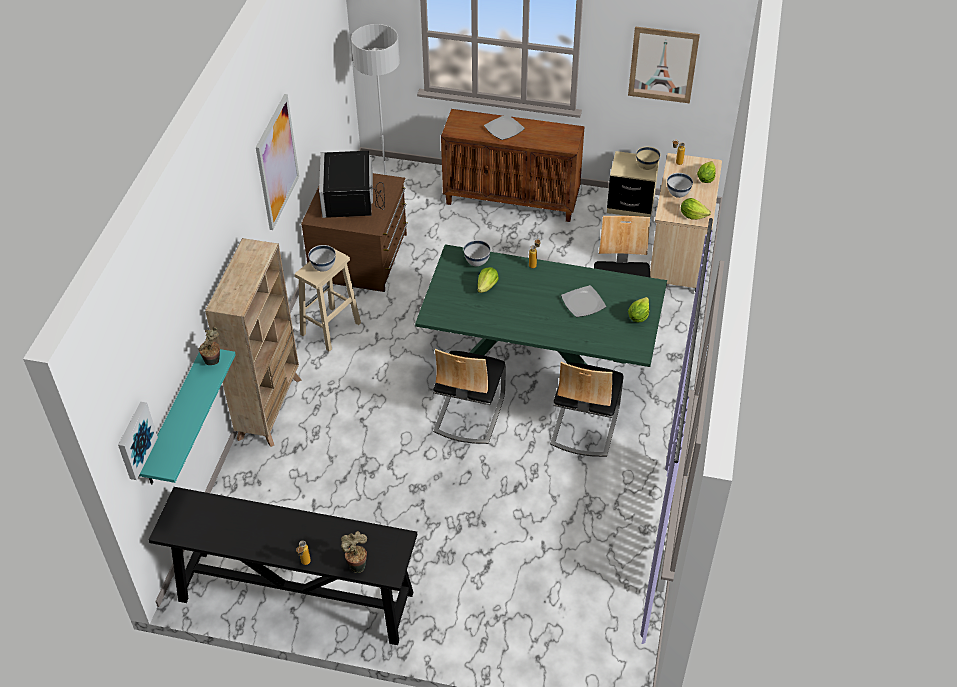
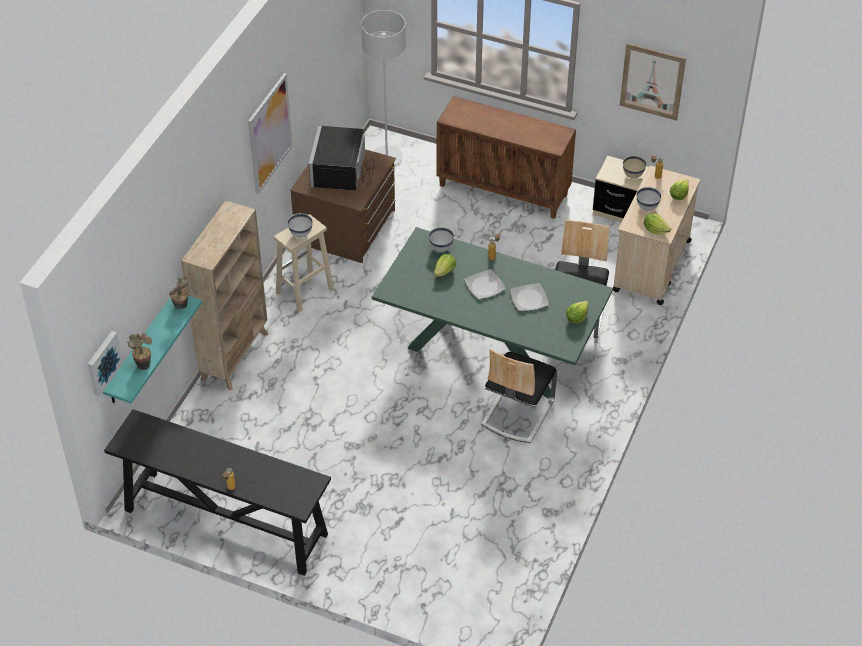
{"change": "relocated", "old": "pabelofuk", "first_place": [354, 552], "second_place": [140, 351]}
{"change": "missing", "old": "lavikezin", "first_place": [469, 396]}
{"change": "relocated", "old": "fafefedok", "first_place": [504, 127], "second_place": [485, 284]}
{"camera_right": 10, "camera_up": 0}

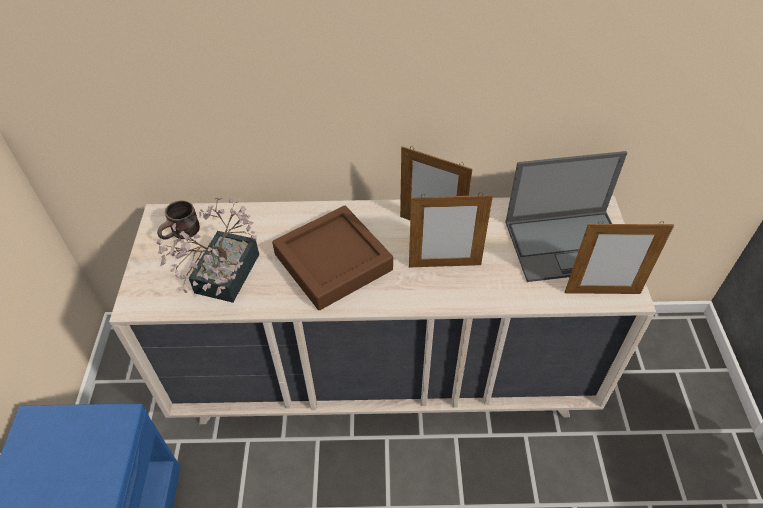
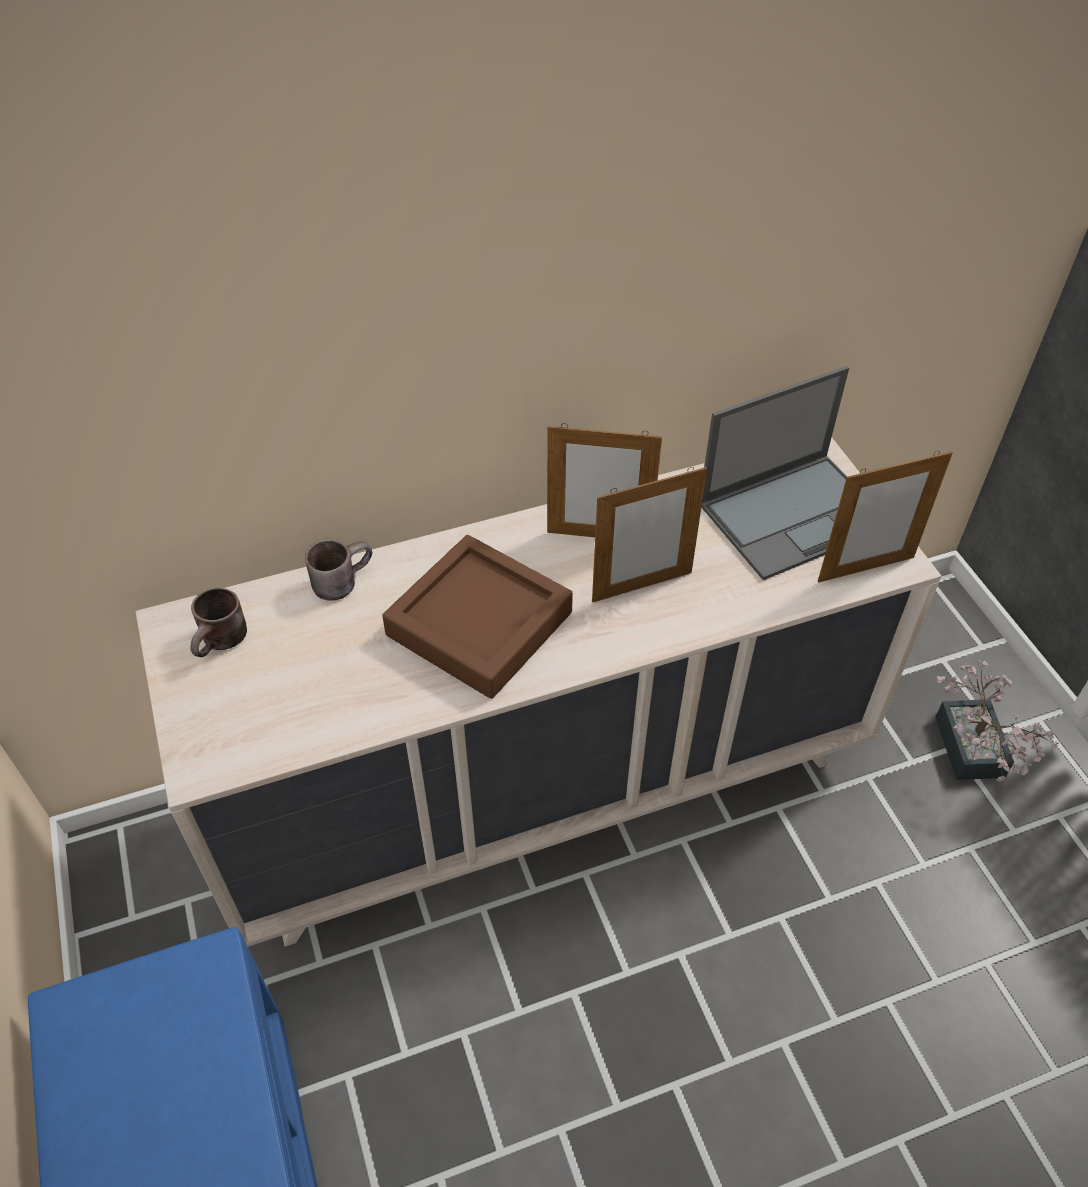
{"change": "relocated", "old": "pabelofuk", "first_place": [208, 250], "second_place": [997, 721]}
{"change": "appeared", "new": "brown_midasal", "second_place": [338, 570]}
{"camera_right": -20, "camera_up": 0}

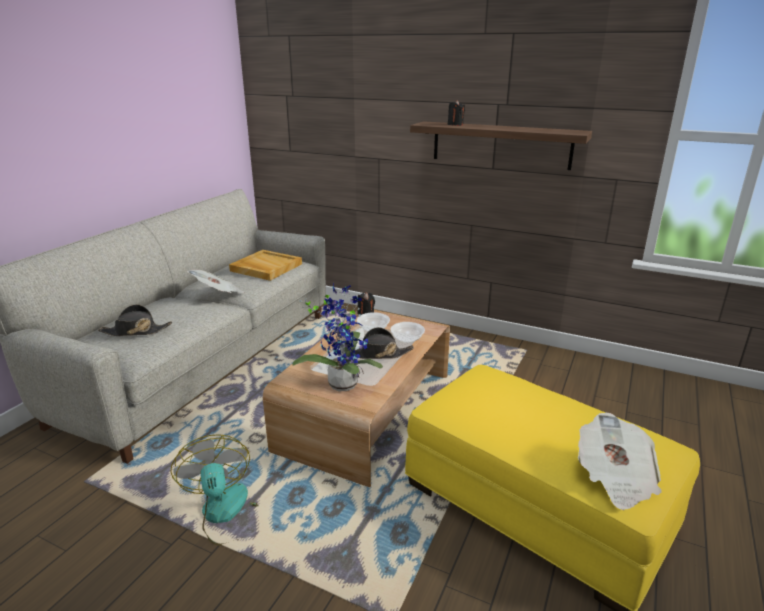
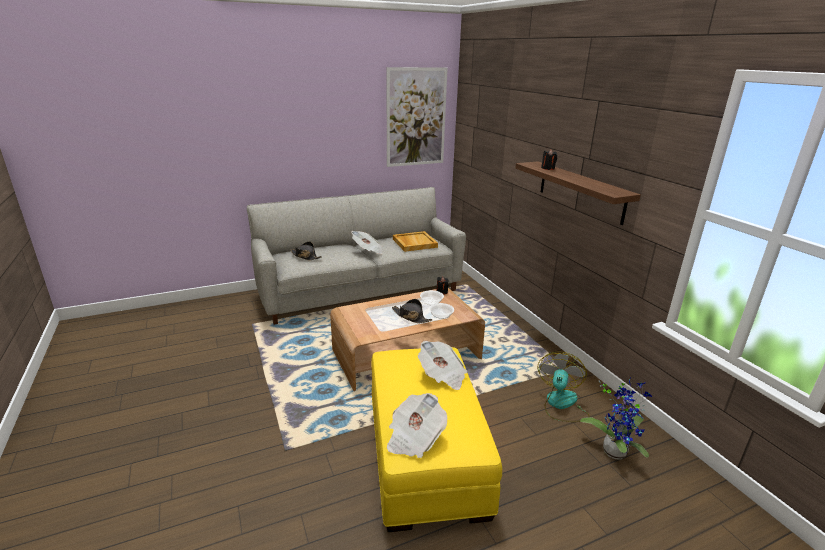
{"change": "relocated", "old": "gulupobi", "first_place": [214, 490], "second_place": [563, 387]}
{"change": "relocated", "old": "pabelofuk", "first_place": [337, 337], "second_place": [616, 418]}
{"change": "appeared", "new": "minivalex", "second_place": [416, 117]}
{"change": "appeared", "new": "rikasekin", "second_place": [442, 365]}
{"camera_right": 40, "camera_up": 0}

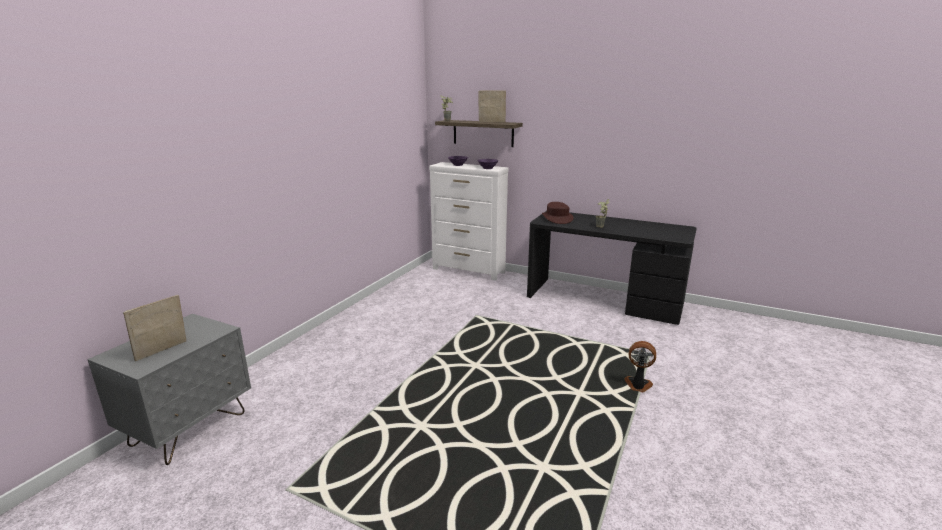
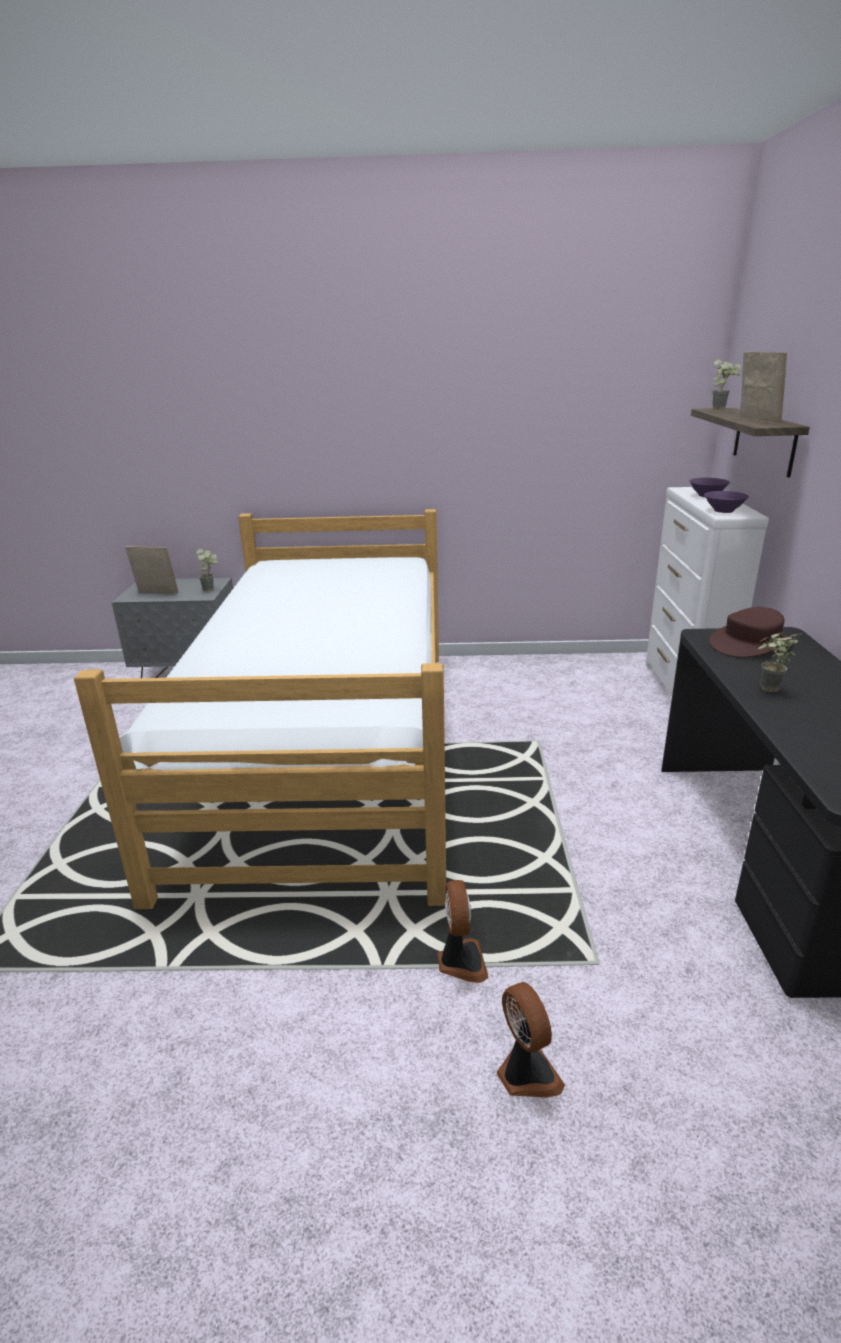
{"change": "appeared", "new": "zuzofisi", "second_place": [260, 709]}
{"change": "appeared", "new": "pabelofuk", "second_place": [207, 570]}
{"change": "appeared", "new": "gulupobi", "second_place": [531, 1039]}
{"camera_right": 65, "camera_up": 5}

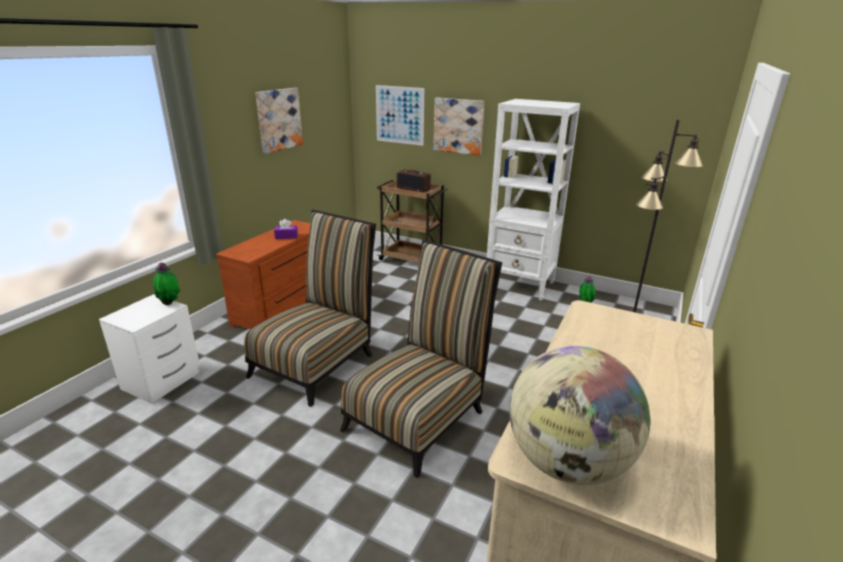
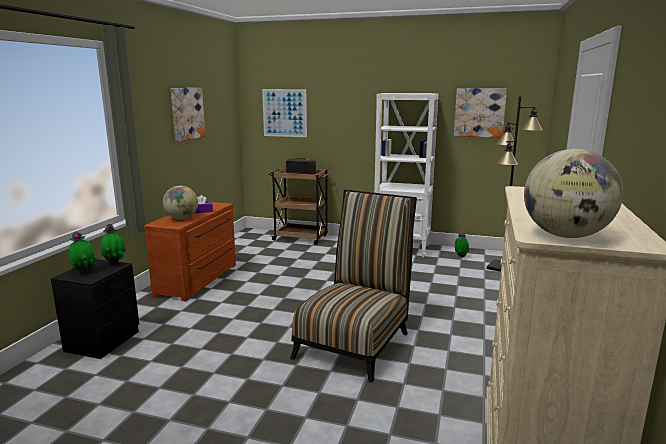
{"change": "colour", "old": "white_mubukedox", "new": "black_mubukedox", "first_place": [149, 349], "second_place": [95, 309]}
{"change": "missing", "old": "lavikezin", "first_place": [310, 308]}
{"change": "relocated", "old": "minivalex", "first_place": [458, 127], "second_place": [480, 113]}
{"change": "appeared", "new": "pabelofuk", "second_place": [83, 252]}
{"change": "appeared", "new": "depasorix", "second_place": [180, 202]}
{"camera_right": -10, "camera_up": -10}

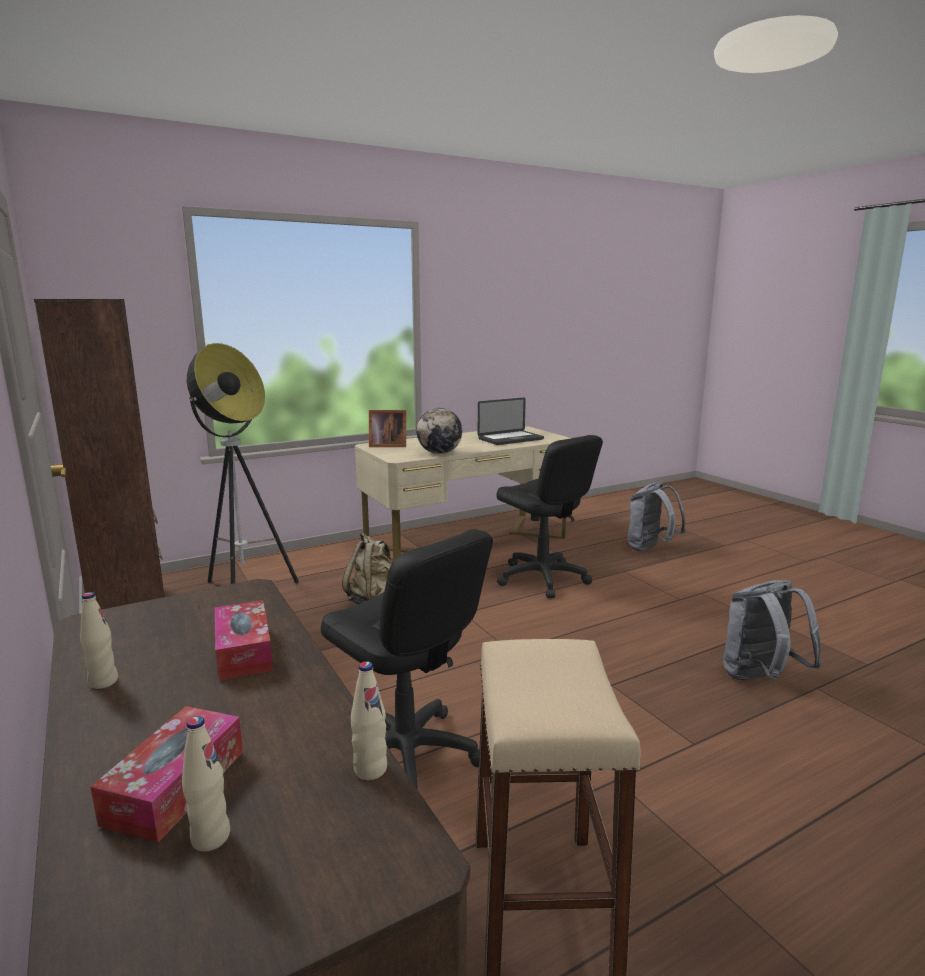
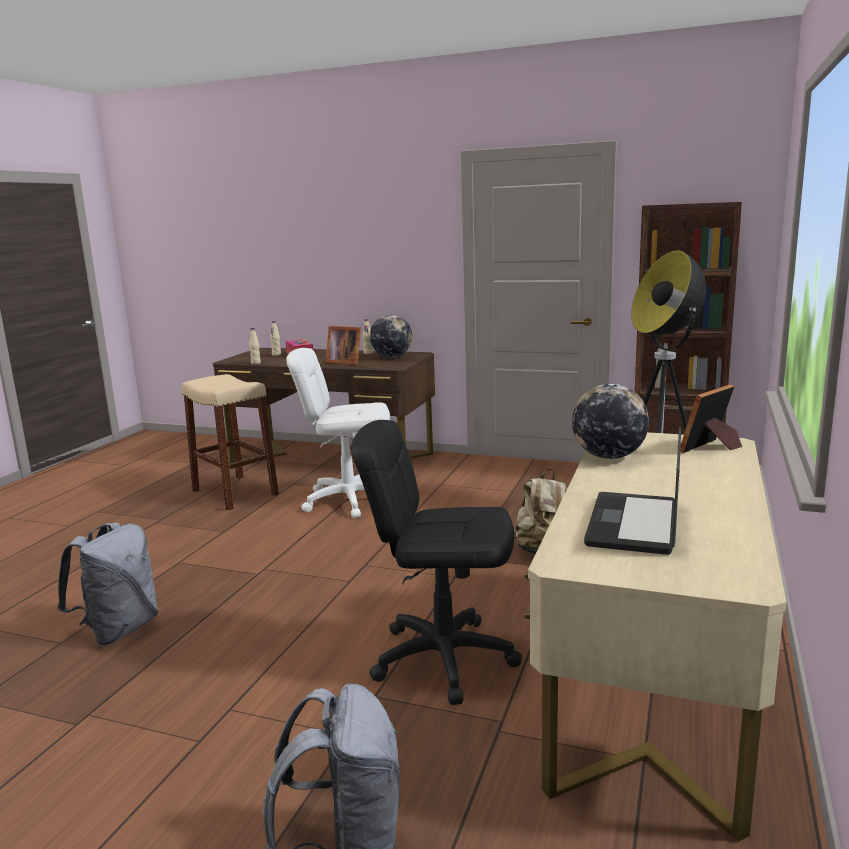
{"change": "exchanged", "old": "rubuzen", "new": "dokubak", "first_place": [244, 640], "second_place": [343, 345]}
{"change": "colour", "old": "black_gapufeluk", "new": "white_gapufeluk", "first_place": [407, 659], "second_place": [338, 433]}
{"change": "appeared", "new": "depasorix", "second_place": [391, 336]}
{"camera_right": 140, "camera_up": 0}

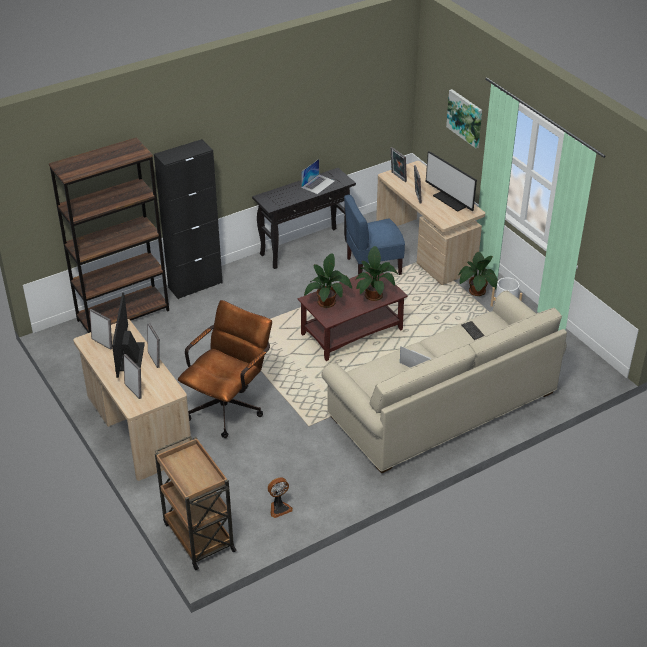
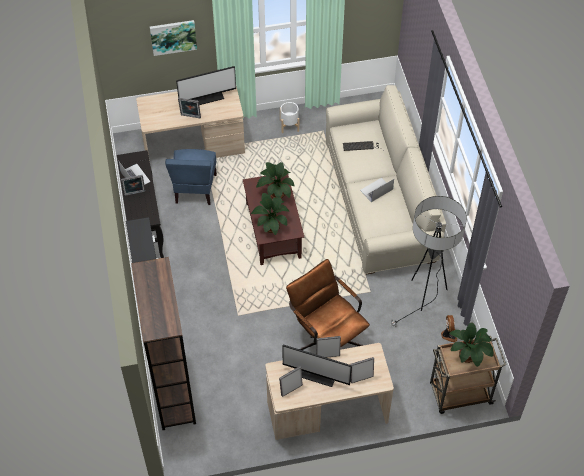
{"change": "relocated", "old": "dokubak", "first_place": [398, 164], "second_place": [133, 185]}
{"change": "relocated", "old": "pabelofuk", "first_place": [478, 274], "second_place": [471, 344]}
{"change": "appeared", "new": "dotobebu", "second_place": [428, 262]}
{"camera_right": -70, "camera_up": 15}

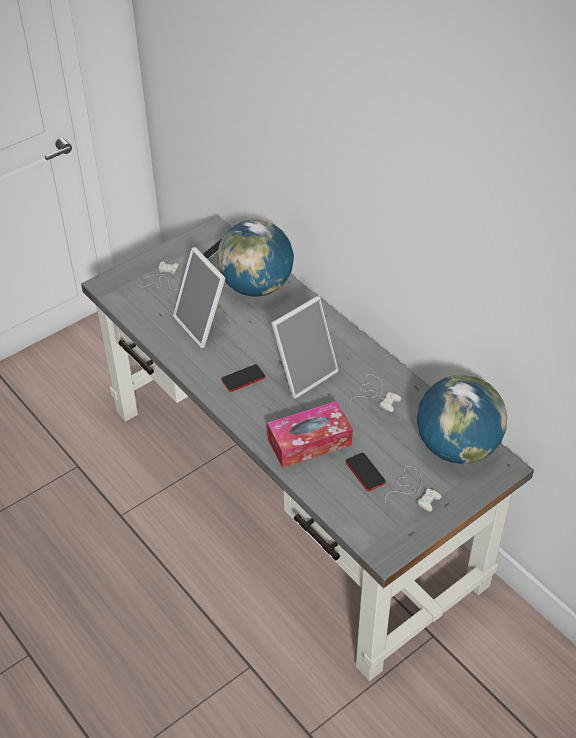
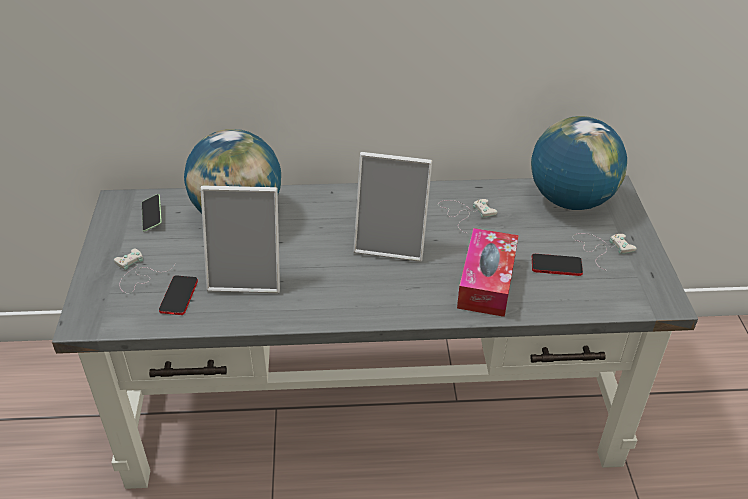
{"change": "relocated", "old": "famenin", "first_place": [243, 378], "second_place": [178, 295]}
{"change": "spun", "old": "dokubak", "first_place": [305, 347], "second_place": [392, 207], "degrees": 105}
{"camera_right": -55, "camera_up": -5}

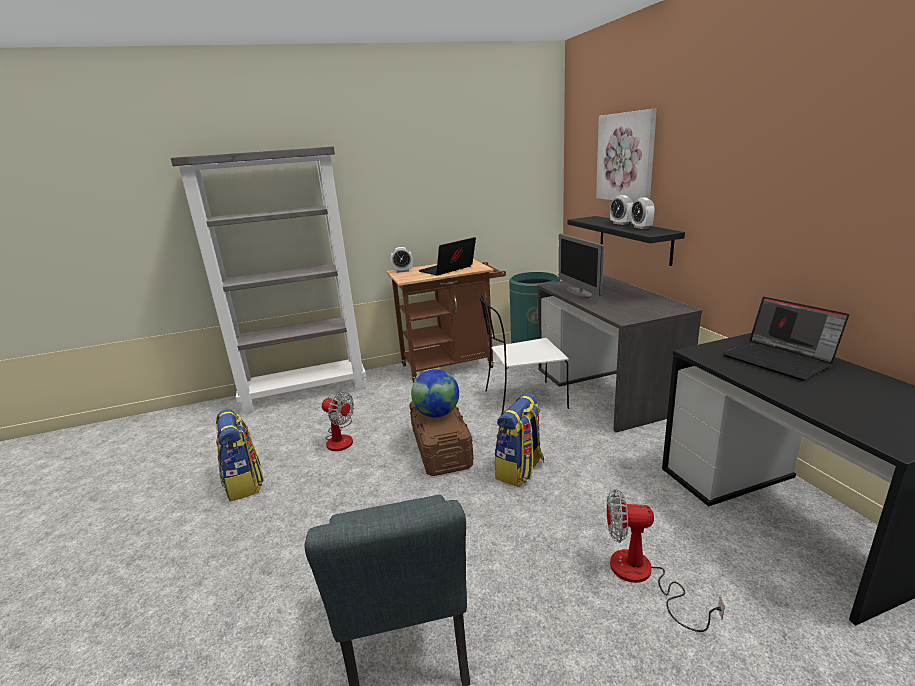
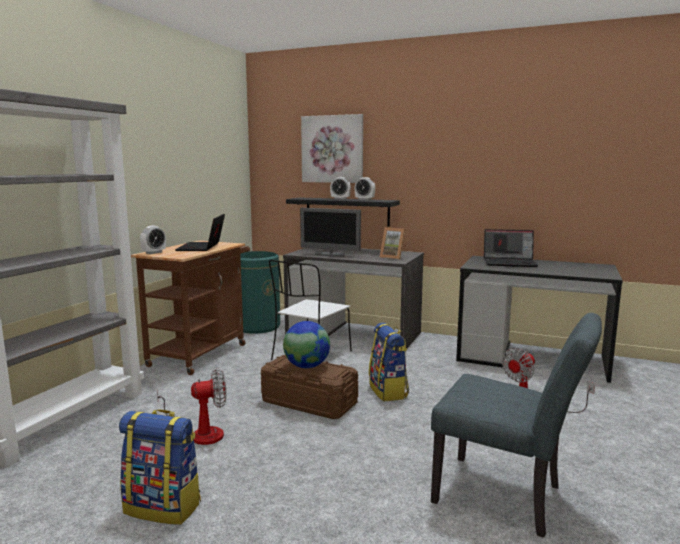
{"change": "appeared", "new": "dokubak", "second_place": [392, 243]}
{"camera_right": -50, "camera_up": -10}

